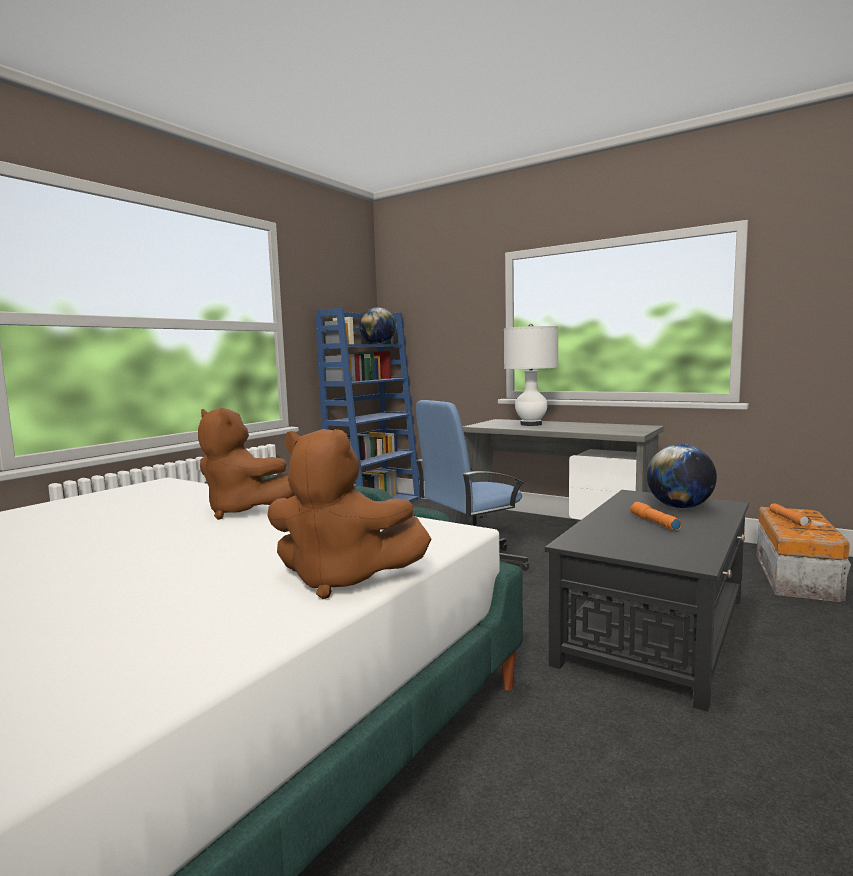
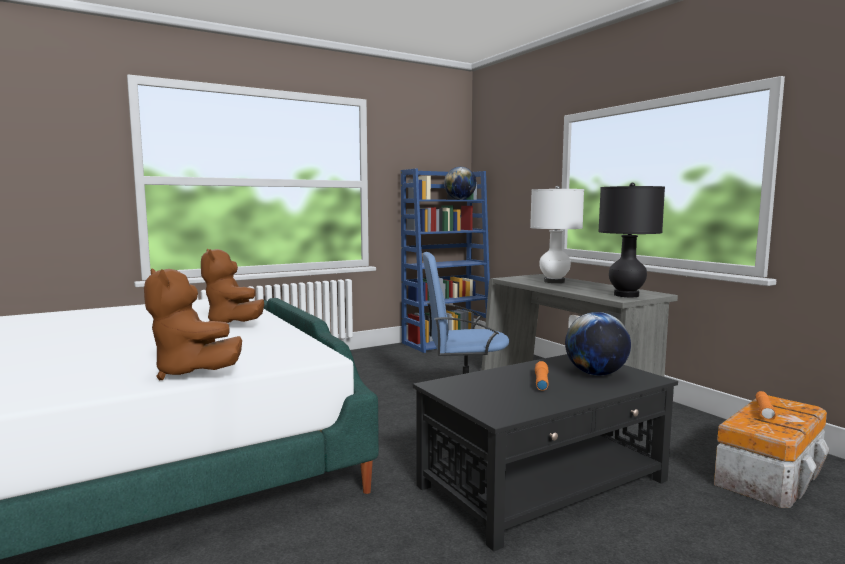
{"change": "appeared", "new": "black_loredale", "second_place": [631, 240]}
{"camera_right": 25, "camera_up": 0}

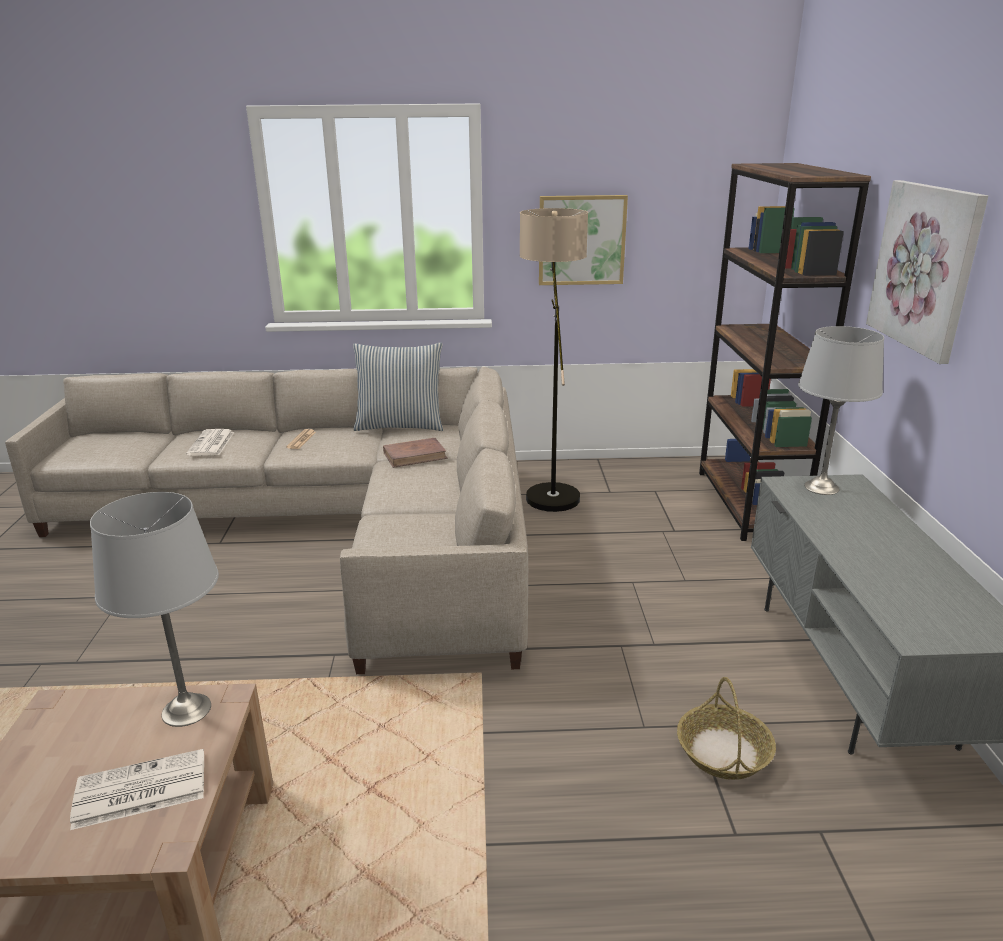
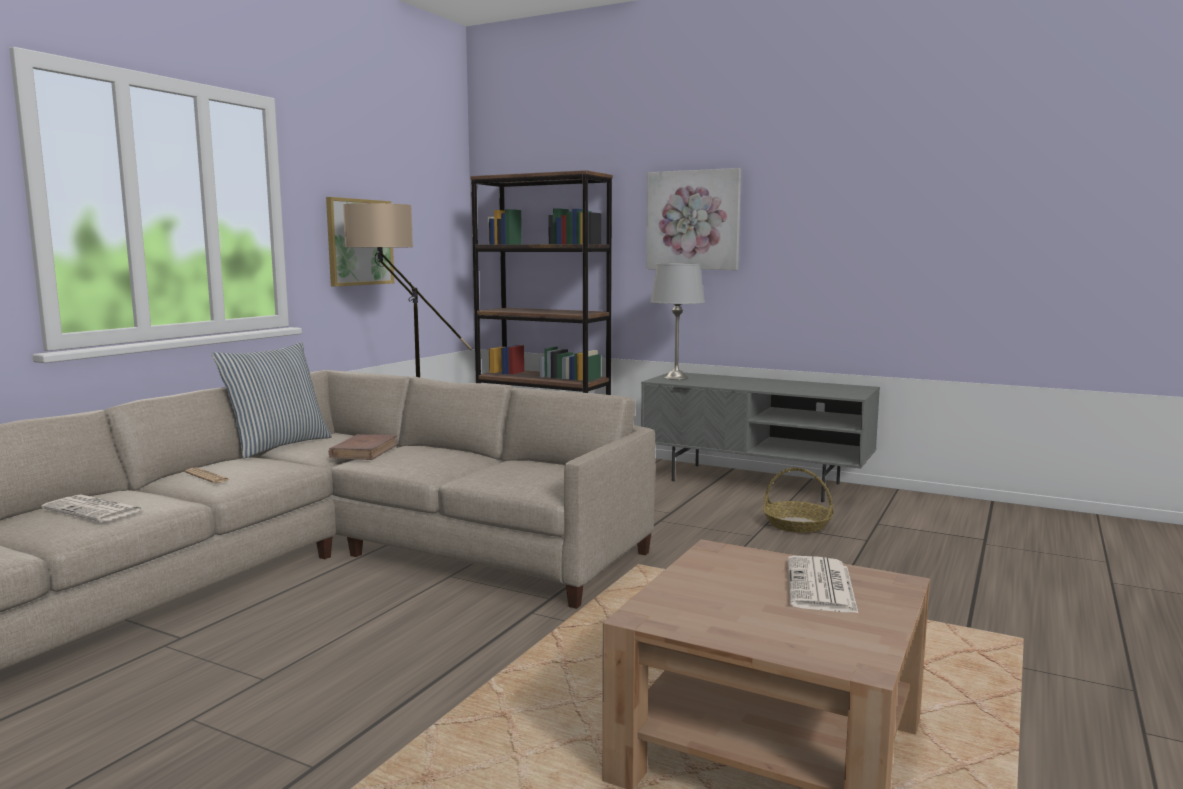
{"change": "missing", "old": "grey_loredale", "first_place": [154, 609]}
{"camera_right": -60, "camera_up": -15}

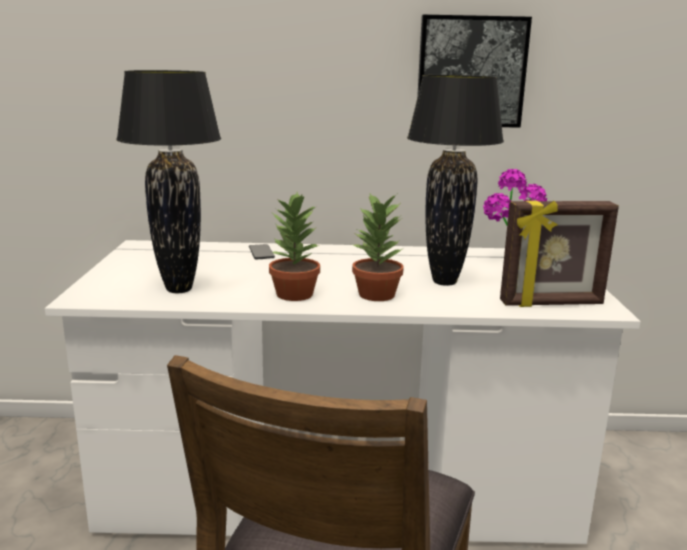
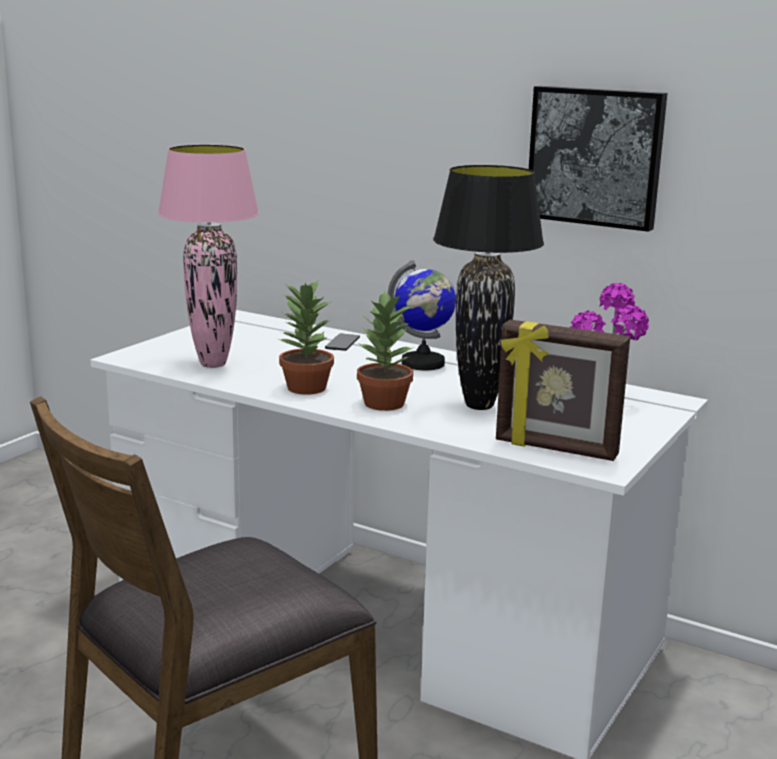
{"change": "colour", "old": "black_loredale", "new": "pink_loredale", "first_place": [168, 181], "second_place": [208, 256]}
{"change": "appeared", "new": "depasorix", "second_place": [422, 315]}
{"camera_right": 30, "camera_up": 0}

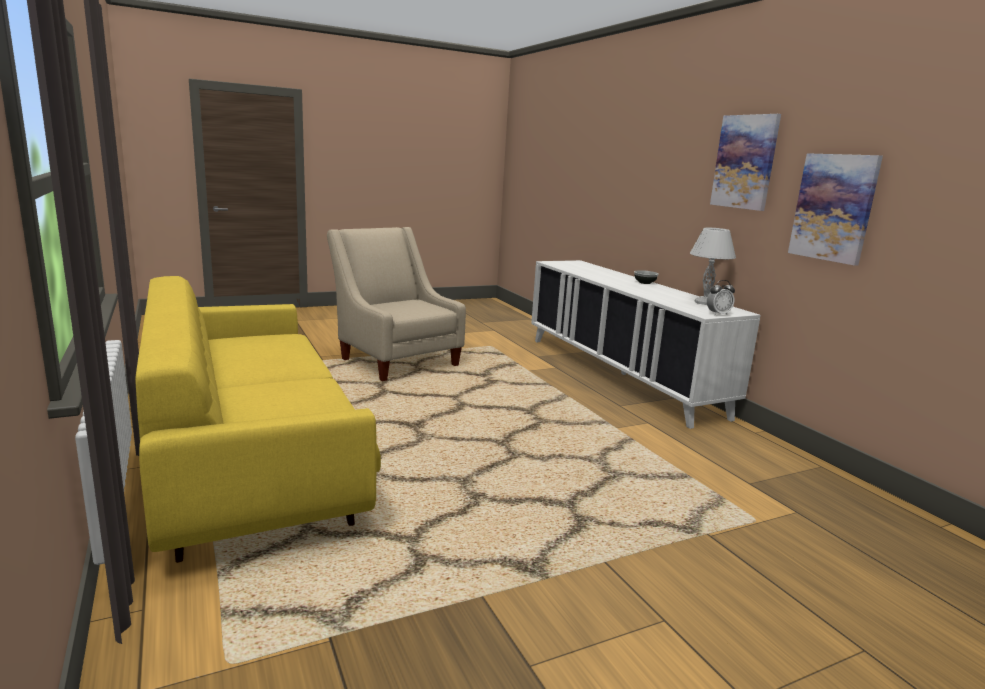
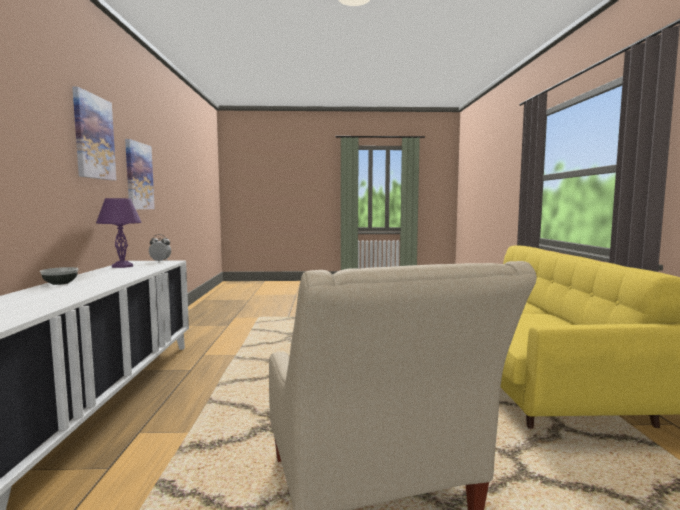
{"change": "colour", "old": "white_loredale", "new": "purple_loredale", "first_place": [713, 266], "second_place": [119, 233]}
{"camera_right": -155, "camera_up": -10}

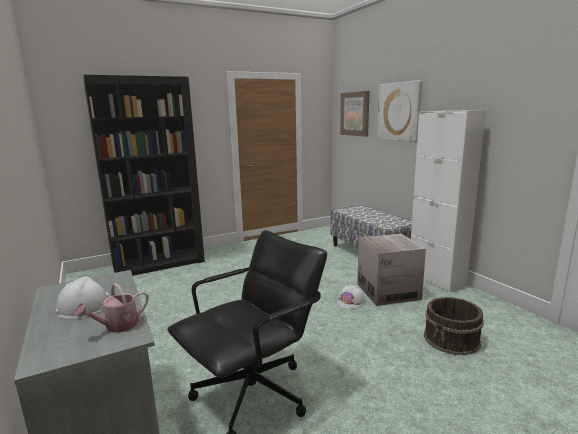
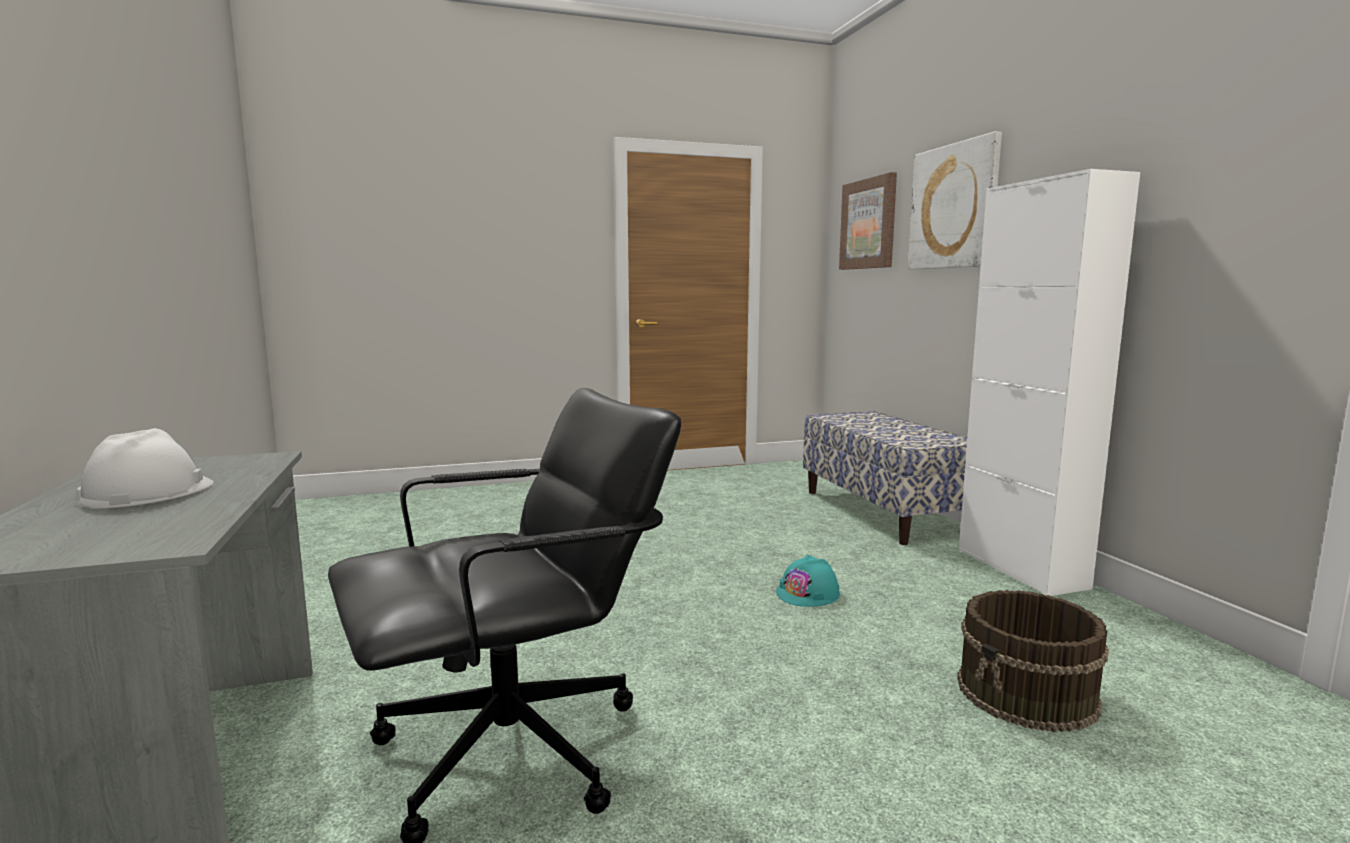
{"change": "missing", "old": "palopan", "first_place": [111, 308]}
{"change": "missing", "old": "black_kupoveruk", "first_place": [144, 175]}
{"change": "colour", "old": "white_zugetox", "new": "turquoise_zugetox", "first_place": [351, 296], "second_place": [808, 580]}
{"change": "missing", "old": "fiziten", "first_place": [391, 270]}
{"camera_right": 10, "camera_up": -5}

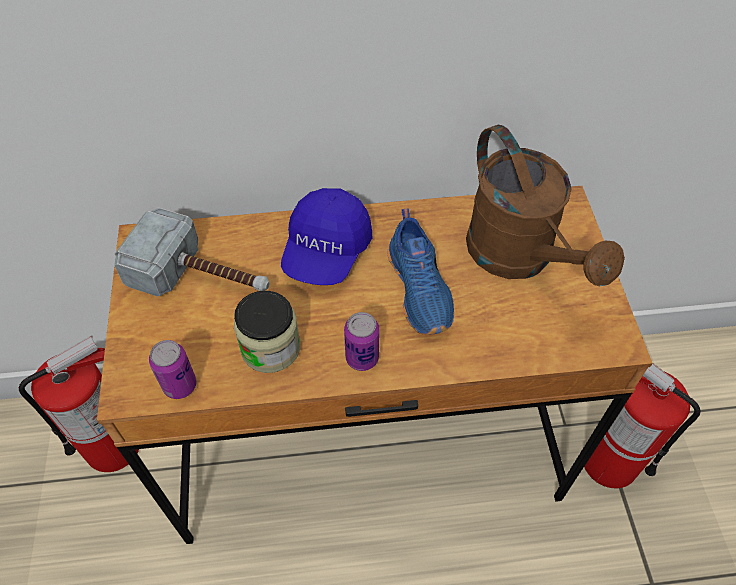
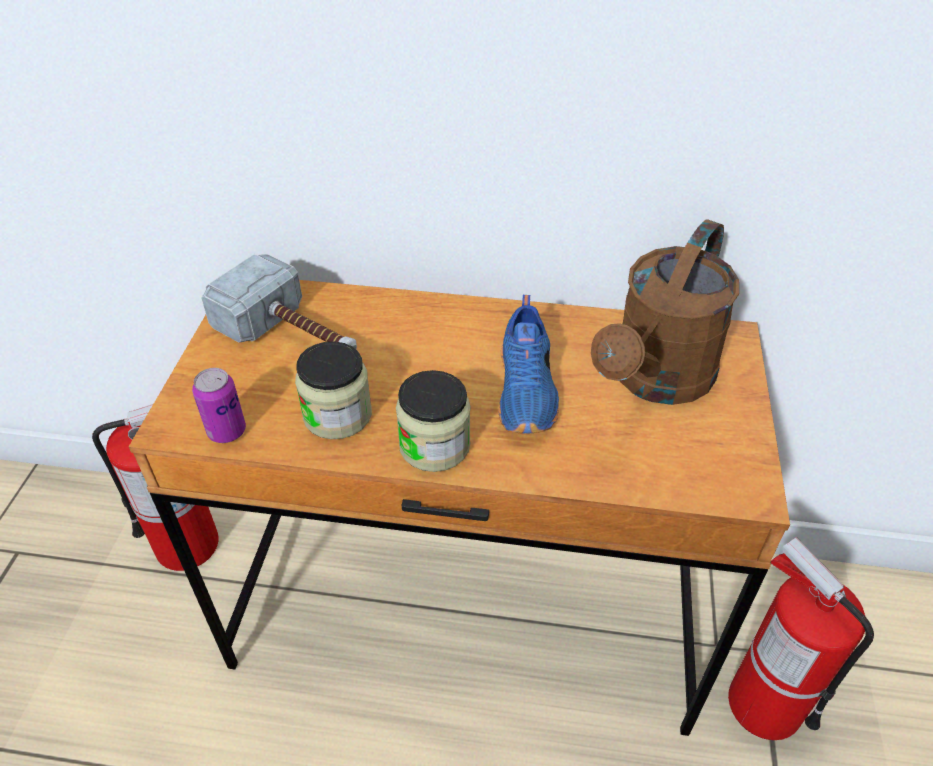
{"change": "missing", "old": "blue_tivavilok", "first_place": [326, 236]}
{"change": "exchanged", "old": "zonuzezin", "new": "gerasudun", "first_place": [362, 341], "second_place": [433, 421]}
{"change": "spun", "old": "brown_palopan", "first_place": [545, 205], "second_place": [665, 312], "degrees": 45}
{"camera_right": 15, "camera_up": -10}

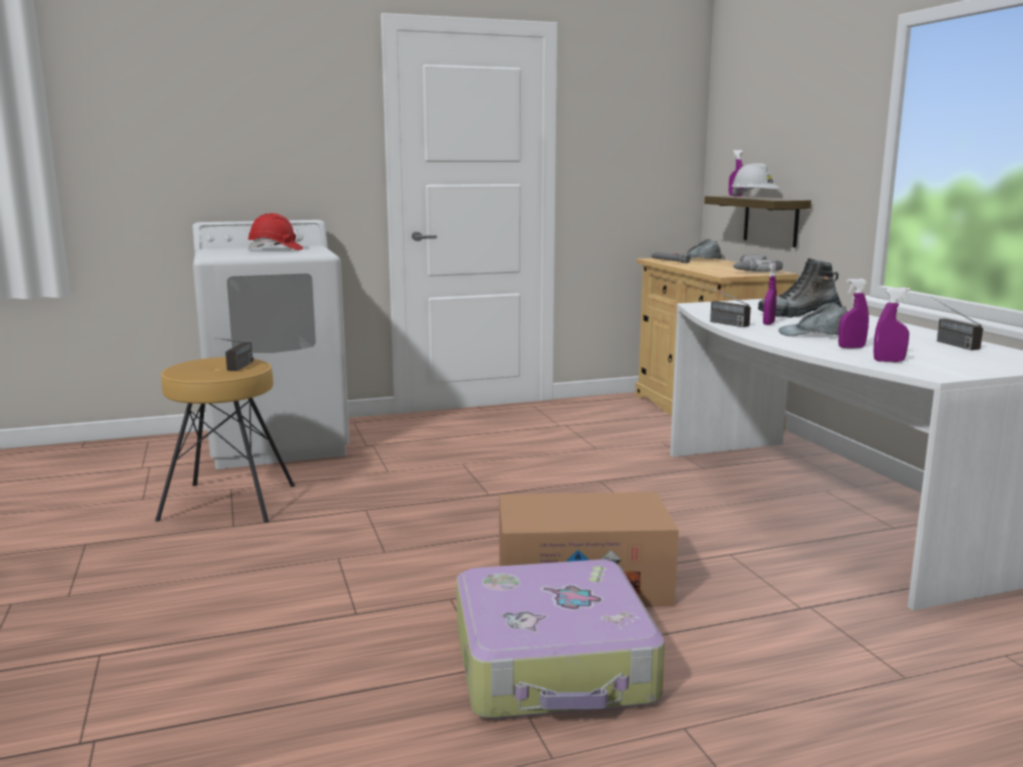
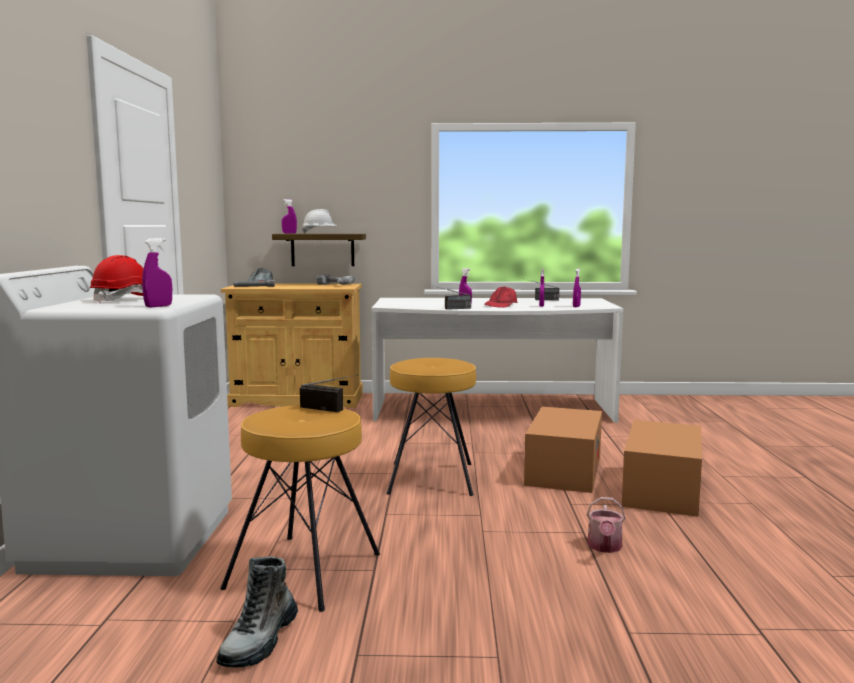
{"change": "exchanged", "old": "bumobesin", "new": "fiziten", "first_place": [560, 639], "second_place": [662, 468]}
{"change": "relocated", "old": "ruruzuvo", "first_place": [800, 288], "second_place": [257, 612]}
{"change": "colour", "old": "grey_tivavilok", "new": "red_tivavilok", "first_place": [813, 319], "second_place": [500, 297]}
{"change": "appeared", "new": "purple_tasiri", "second_place": [157, 272]}
{"change": "appeared", "new": "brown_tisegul", "second_place": [431, 427]}
{"change": "appeared", "new": "palopan", "second_place": [606, 525]}
{"camera_right": -70, "camera_up": -5}

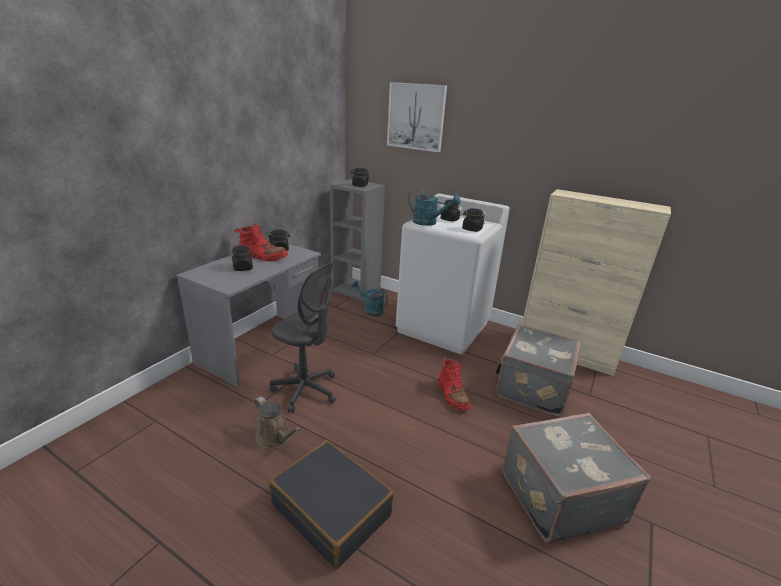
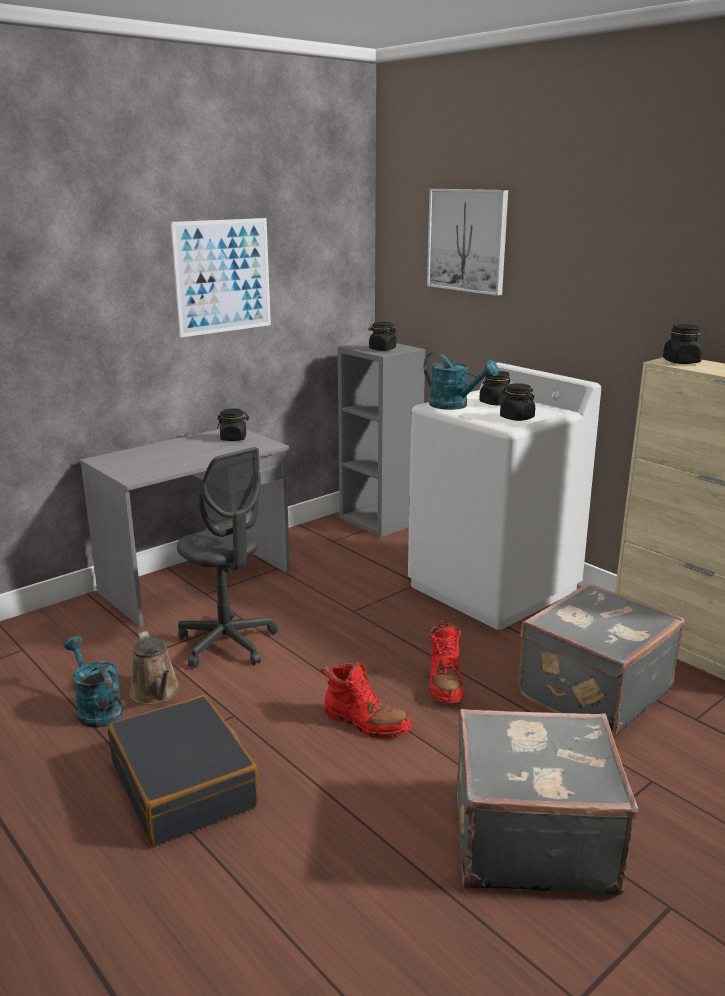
{"change": "relocated", "old": "black_gerasudun", "first_place": [242, 258], "second_place": [683, 344]}
{"change": "relocated", "old": "red_ruruzuvo", "first_place": [261, 242], "second_place": [366, 700]}
{"change": "relocated", "old": "turquoise_palopan", "first_place": [369, 298], "second_place": [93, 682]}
{"change": "appeared", "new": "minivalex", "second_place": [220, 277]}
{"camera_right": 20, "camera_up": -5}

